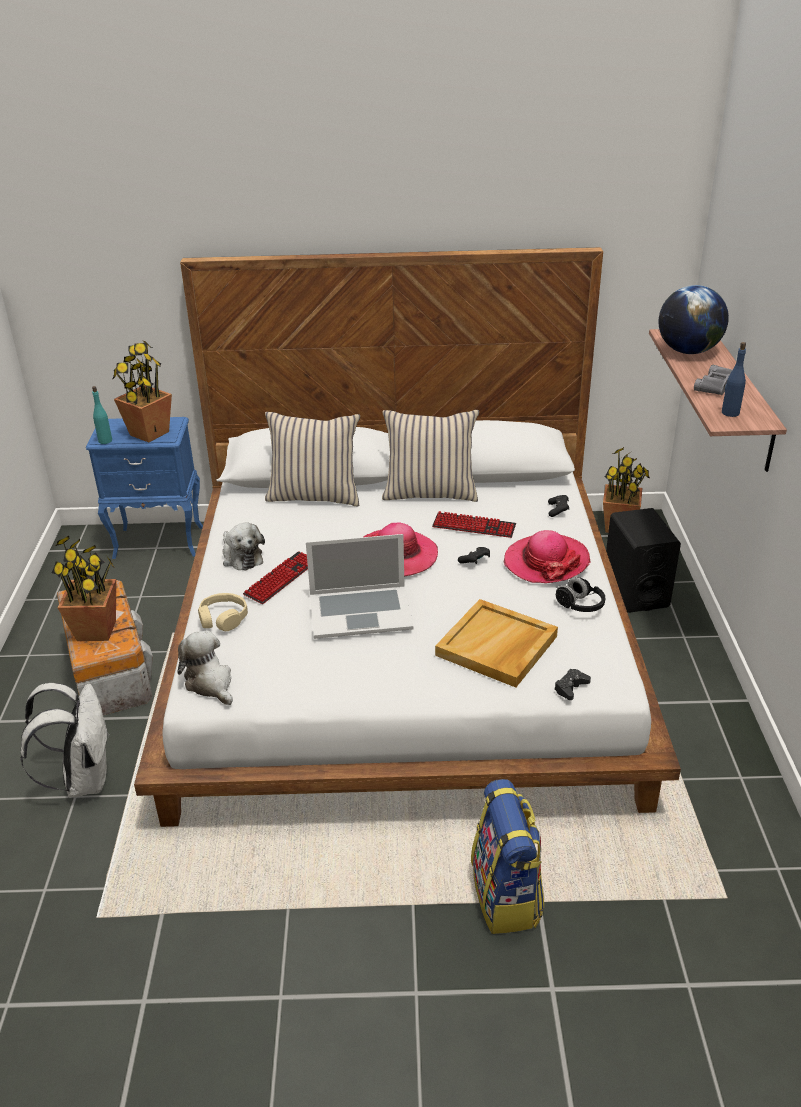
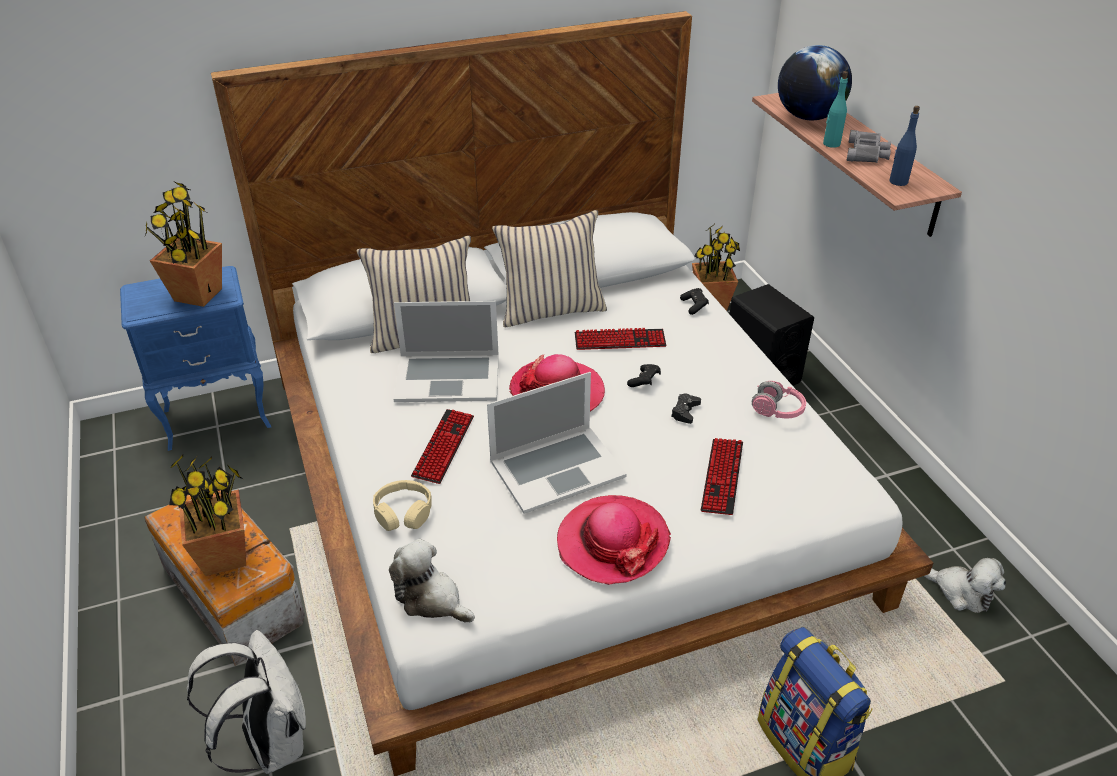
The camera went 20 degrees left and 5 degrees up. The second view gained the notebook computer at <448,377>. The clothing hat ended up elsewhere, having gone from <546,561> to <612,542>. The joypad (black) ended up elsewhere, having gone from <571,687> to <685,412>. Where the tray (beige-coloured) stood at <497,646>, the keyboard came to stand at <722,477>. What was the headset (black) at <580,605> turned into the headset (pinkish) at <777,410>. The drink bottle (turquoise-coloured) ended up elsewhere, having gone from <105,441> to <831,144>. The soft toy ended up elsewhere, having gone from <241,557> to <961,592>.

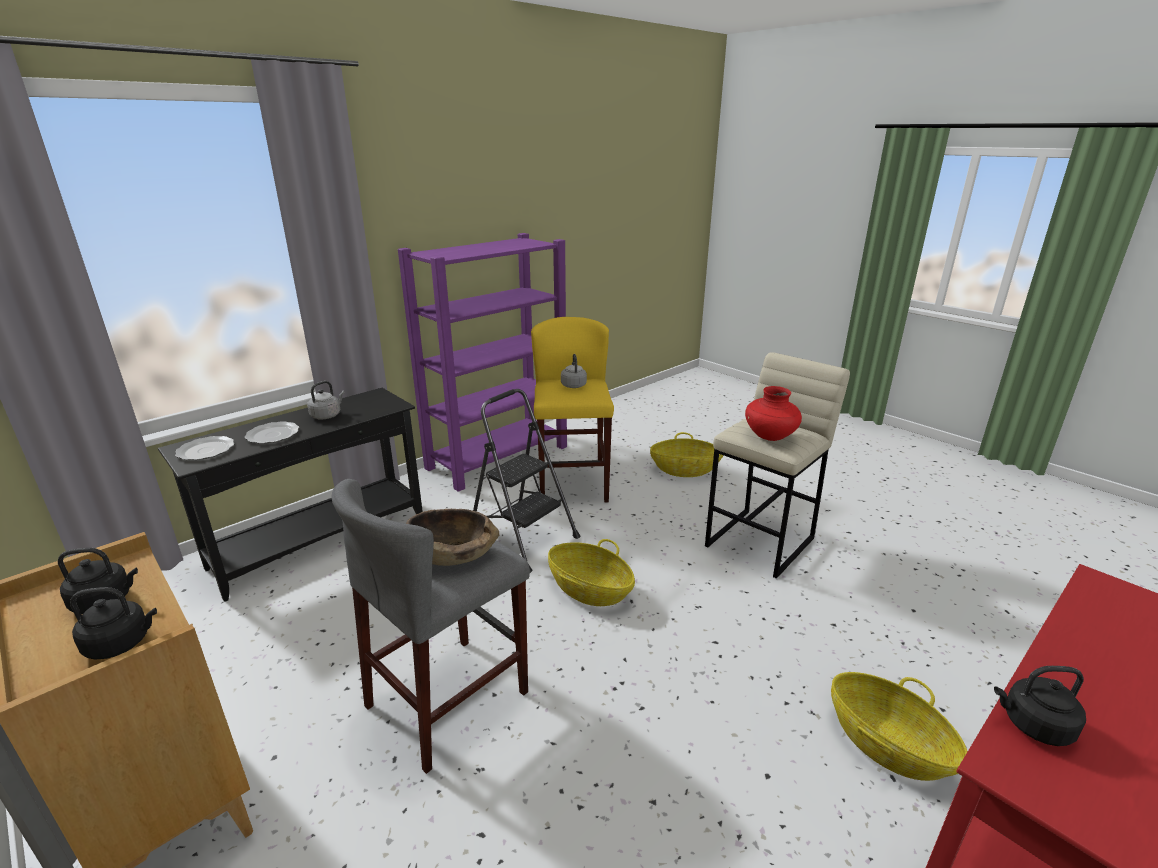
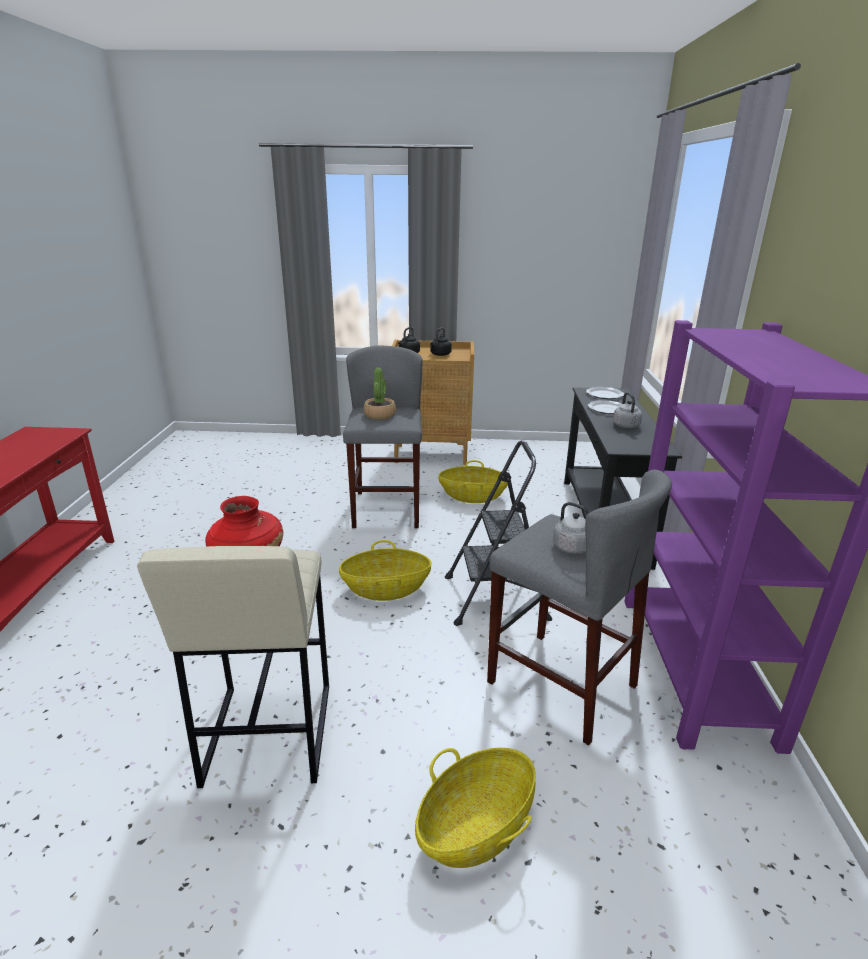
The camera went 135 degrees right and 0 degrees up. Where the deep dish (brown) stood at <451,554>, the plant in a pot came to stand at <380,415>. The storage basket ended up elsewhere, having gone from <887,745> to <472,496>. What was the stool (yellow-coloured) at <572,483> turned into the stool (grey) at <561,683>. The second view lost the kettle (black) at <1033,725>.

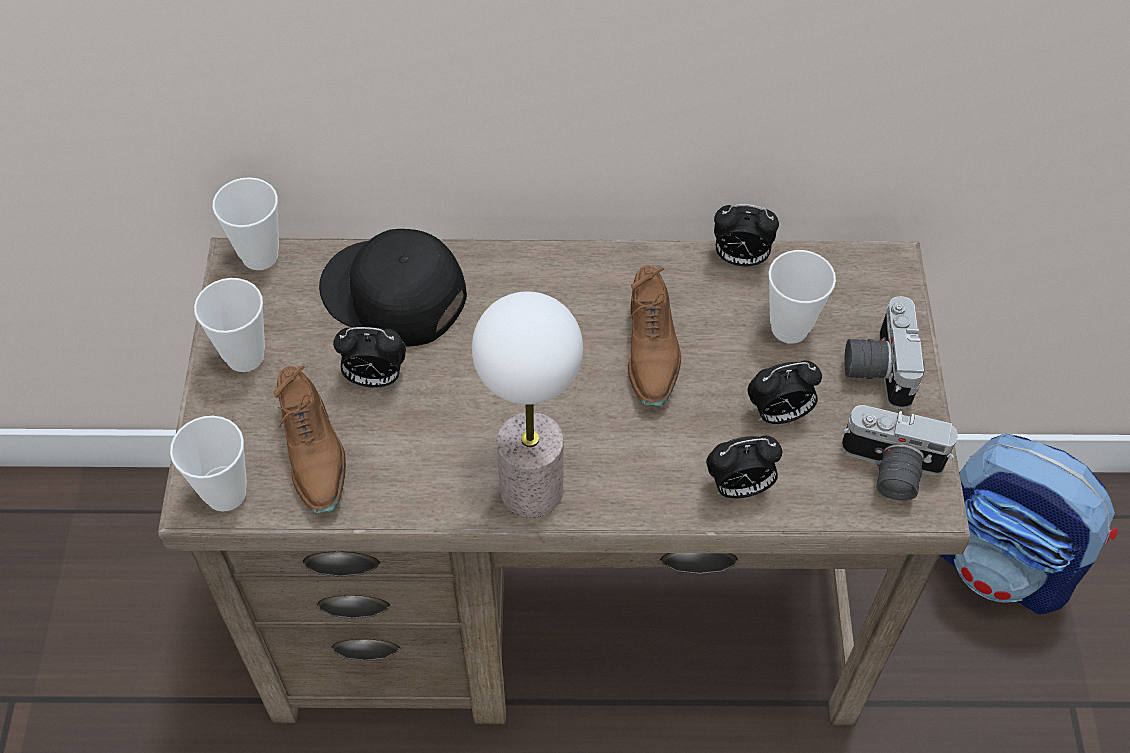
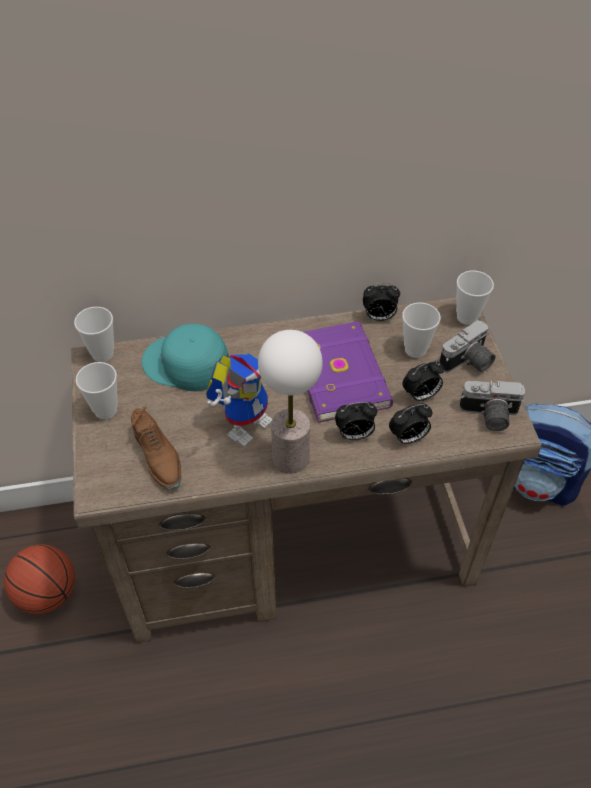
The camera went 10 degrees left and 5 degrees down. The second view gained the basketball at <47,593>. What was the baseball cap (black) at <393,295> turned into the baseball cap (turquoise-coloured) at <186,364>. The second view gained the toy robot at <247,422>. Where the item of footwear (brown) stood at <652,352>, the bound book (purple) came to stand at <341,373>. The alarm clock ended up elsewhere, having gone from <374,378> to <354,435>. The still camera at <876,366> ended up facing another way, 120 degrees counterclockwise from before. The small cup ended up elsewhere, having gone from <225,493> to <467,317>.

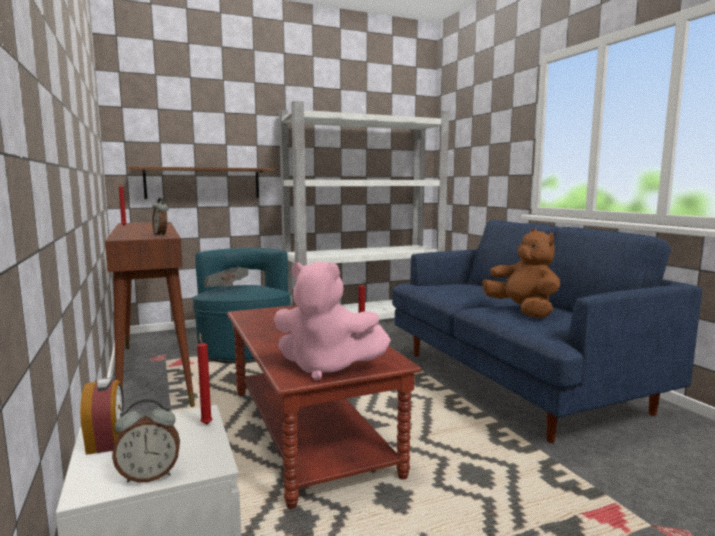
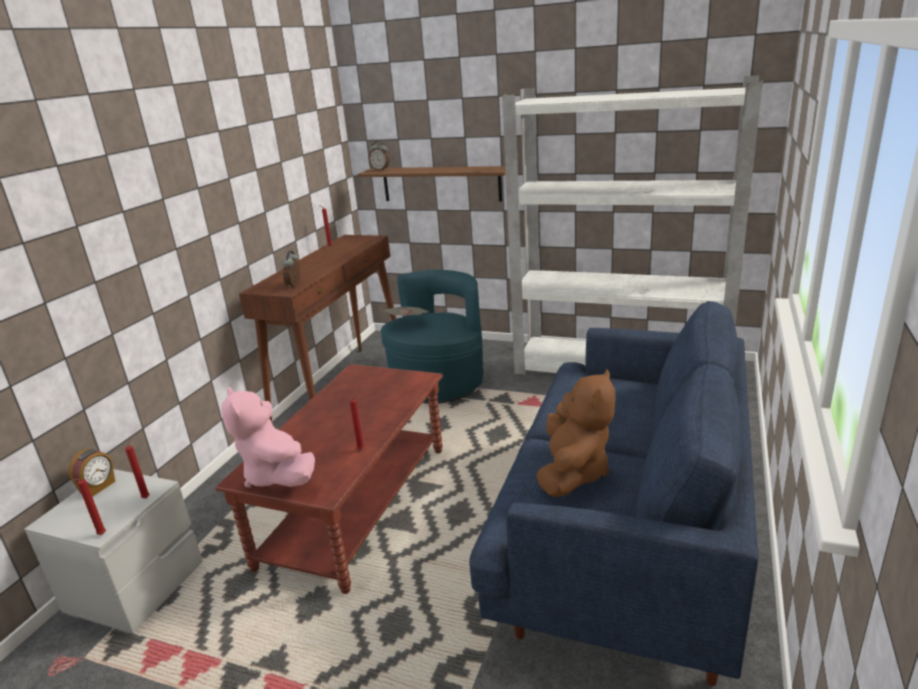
The camera went 45 degrees right and 15 degrees up. The second view gained the wax candle (red) at <101,535>. The alarm clock ended up elsewhere, having gone from <149,476> to <380,170>.

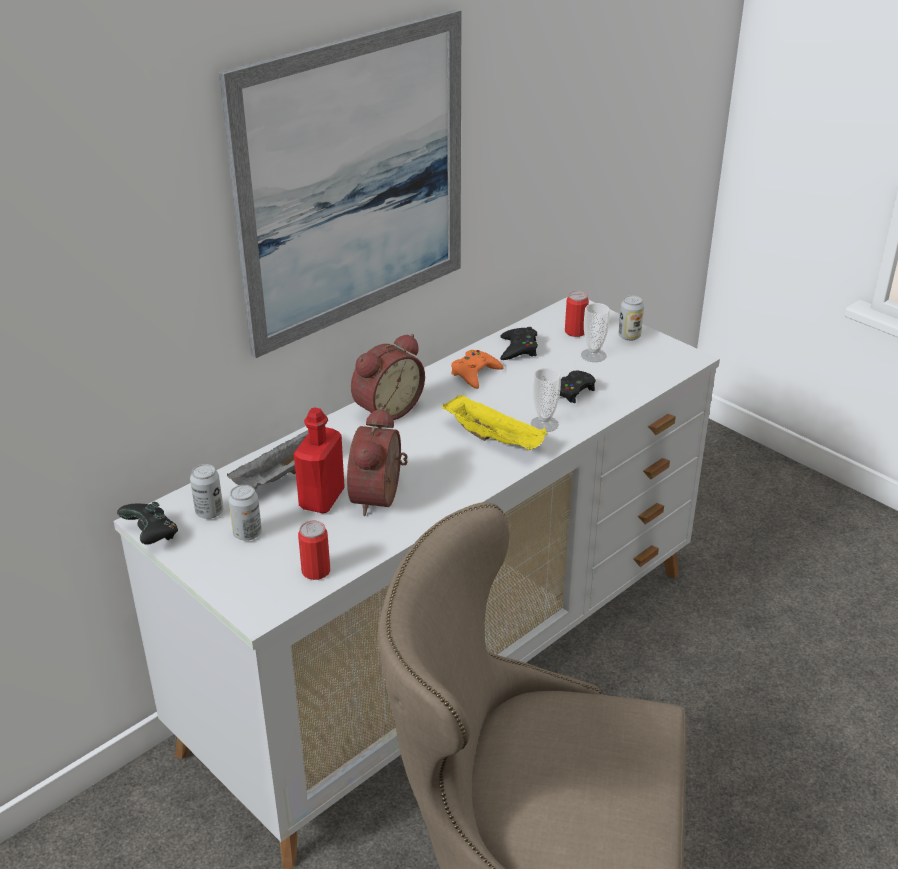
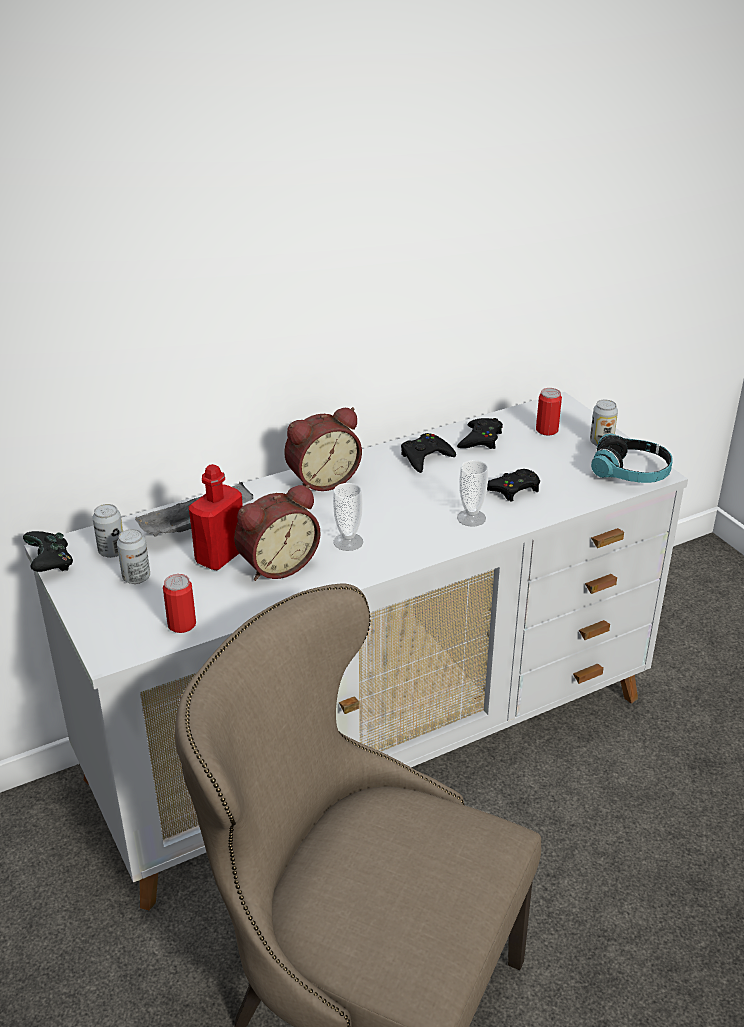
The camera went 15 degrees right and 0 degrees up. The alarm clock at <381,498> ended up facing another way, 150 degrees counterclockwise from before. The small cup ended up elsewhere, having gone from <593,355> to <348,542>. What was the joypad (orange) at <475,373> turned into the joypad (black) at <425,457>. The second view gained the headset at <630,473>. The second view lost the picture at <353,182>. The second view lost the tray (yellow-coloured) at <495,439>.

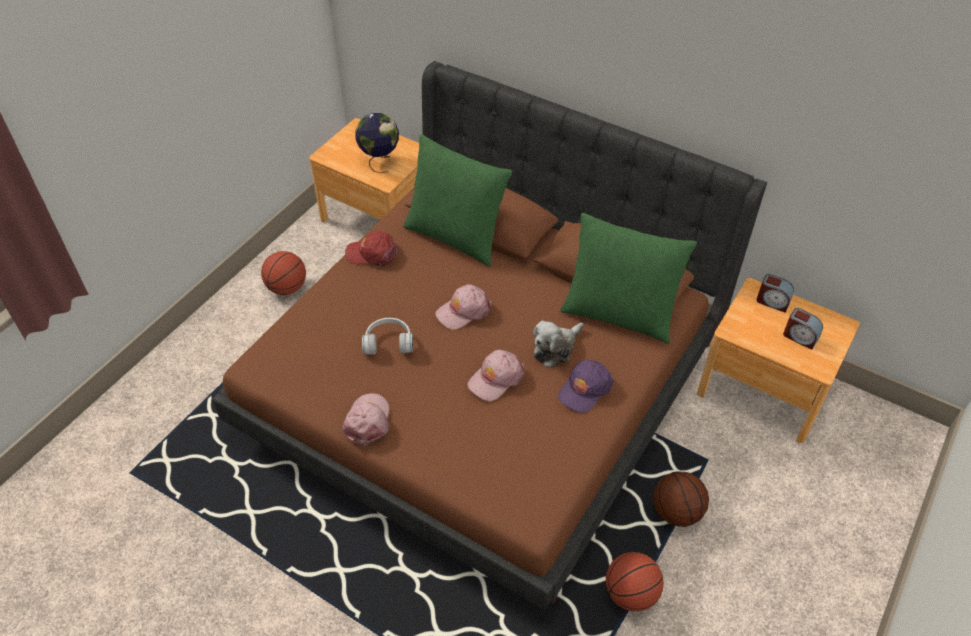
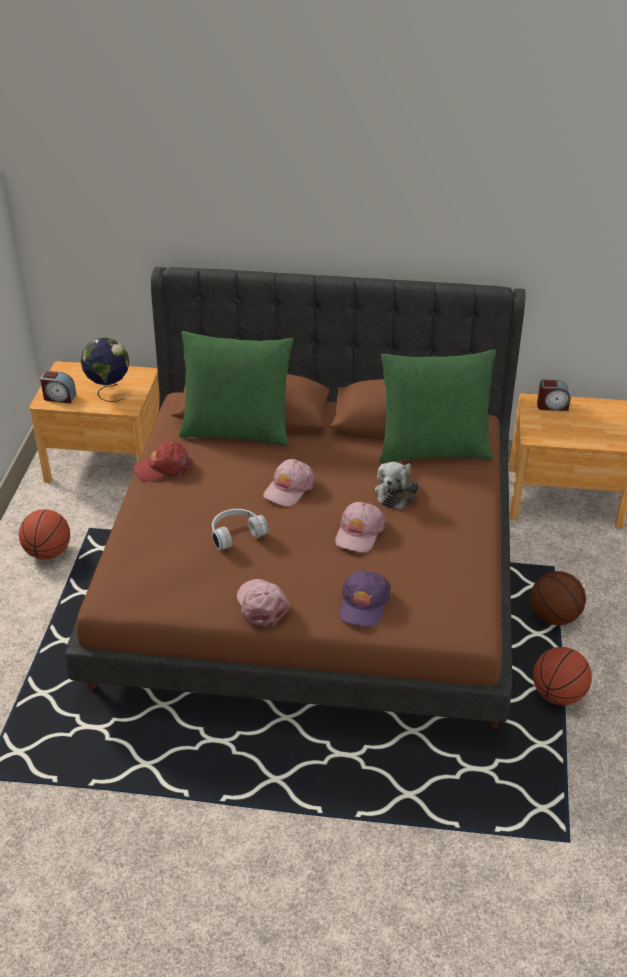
The camera went 25 degrees left and 10 degrees down. The alarm clock ended up elsewhere, having gone from <800,337> to <59,397>. The baseball cap (purple) ended up elsewhere, having gone from <584,389> to <363,604>.

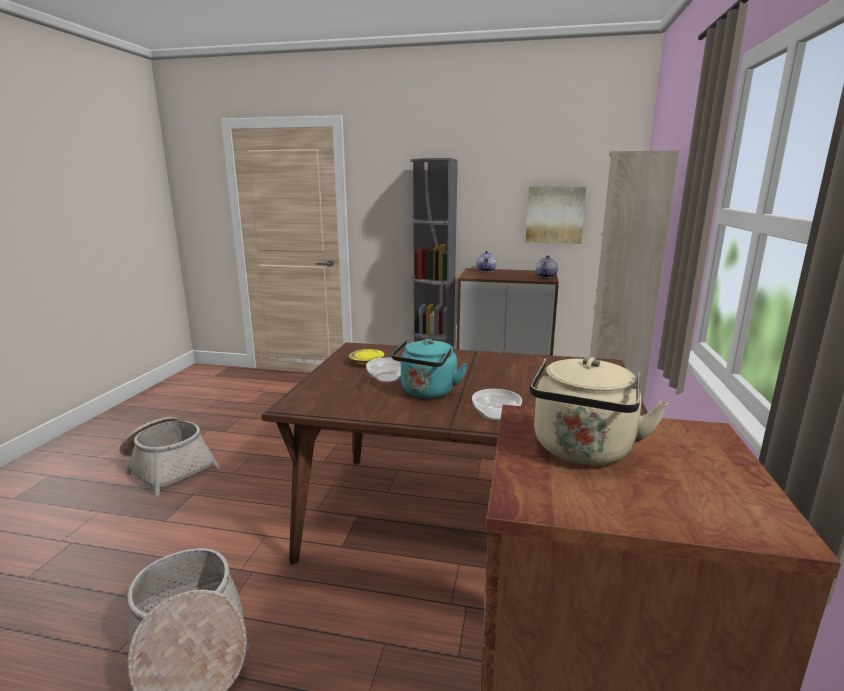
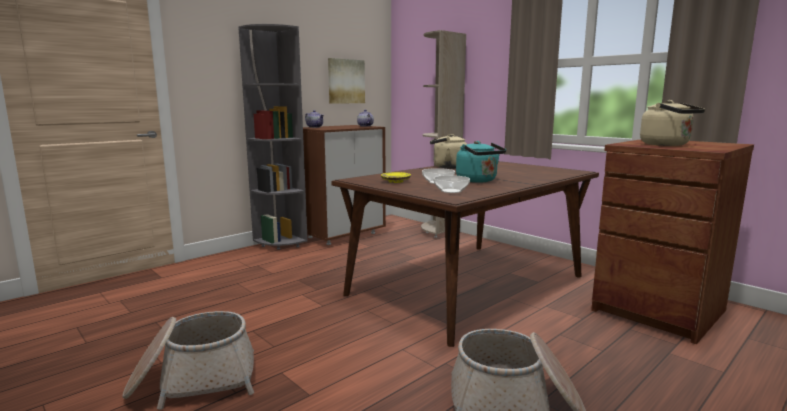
The camera went 55 degrees left and 5 degrees down. The second view gained the kettle (beige-coloured) at <447,167>. The deep dish ended up elsewhere, having gone from <495,414> to <450,191>.

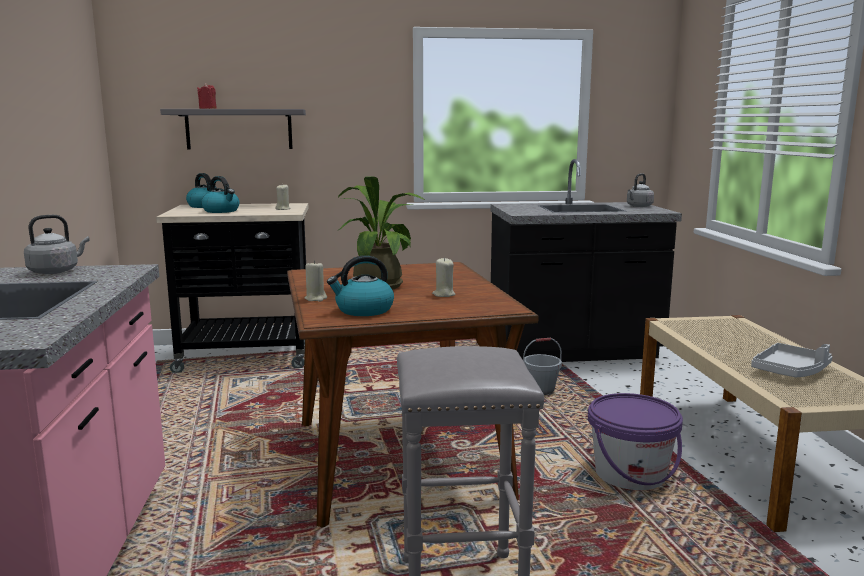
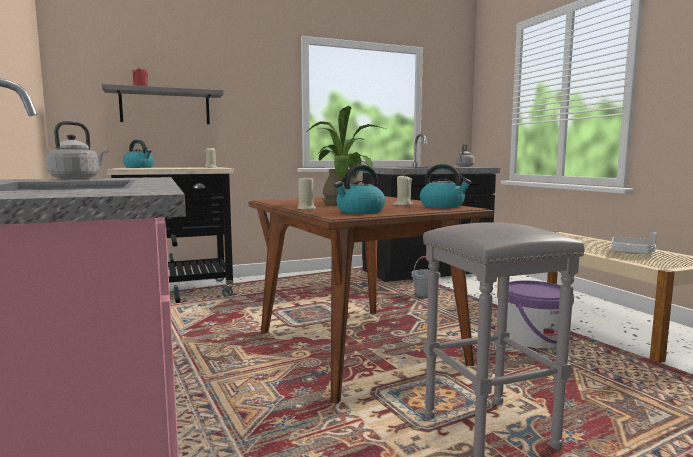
The camera went 15 degrees left and 5 degrees down. The kettle ended up elsewhere, having gone from <221,211> to <442,206>.

